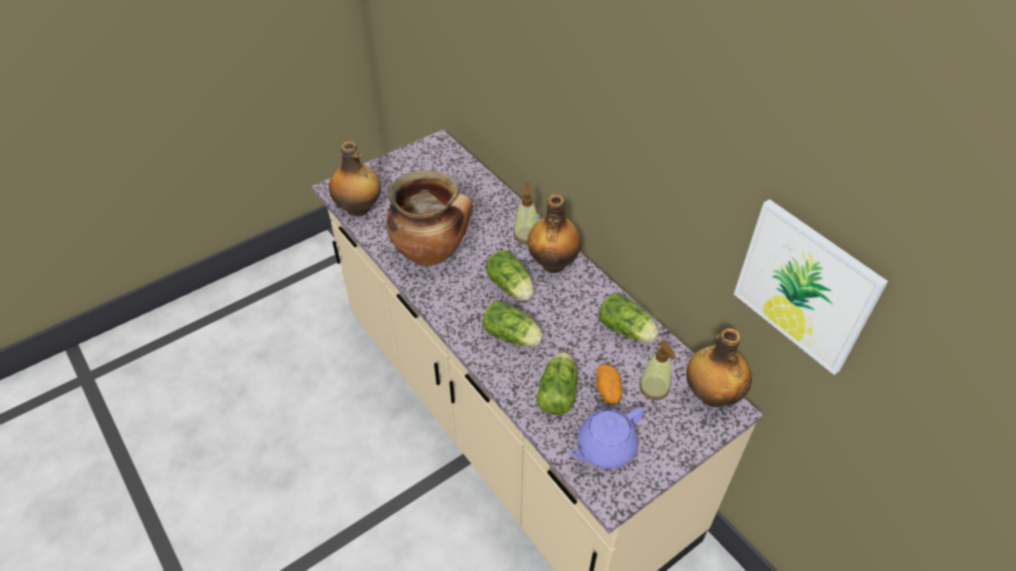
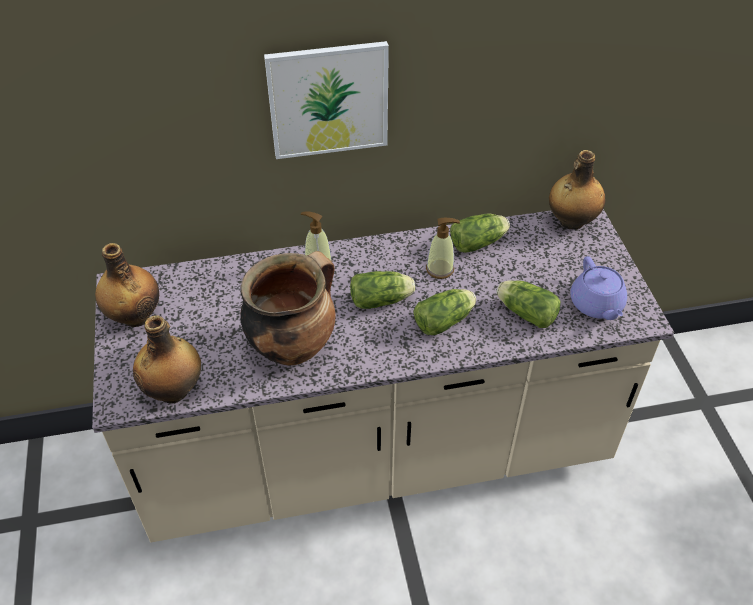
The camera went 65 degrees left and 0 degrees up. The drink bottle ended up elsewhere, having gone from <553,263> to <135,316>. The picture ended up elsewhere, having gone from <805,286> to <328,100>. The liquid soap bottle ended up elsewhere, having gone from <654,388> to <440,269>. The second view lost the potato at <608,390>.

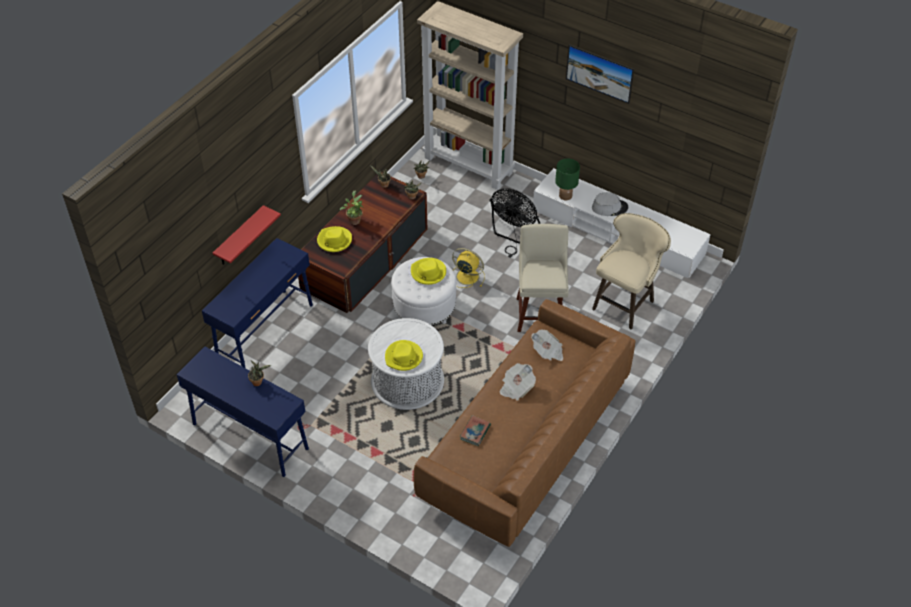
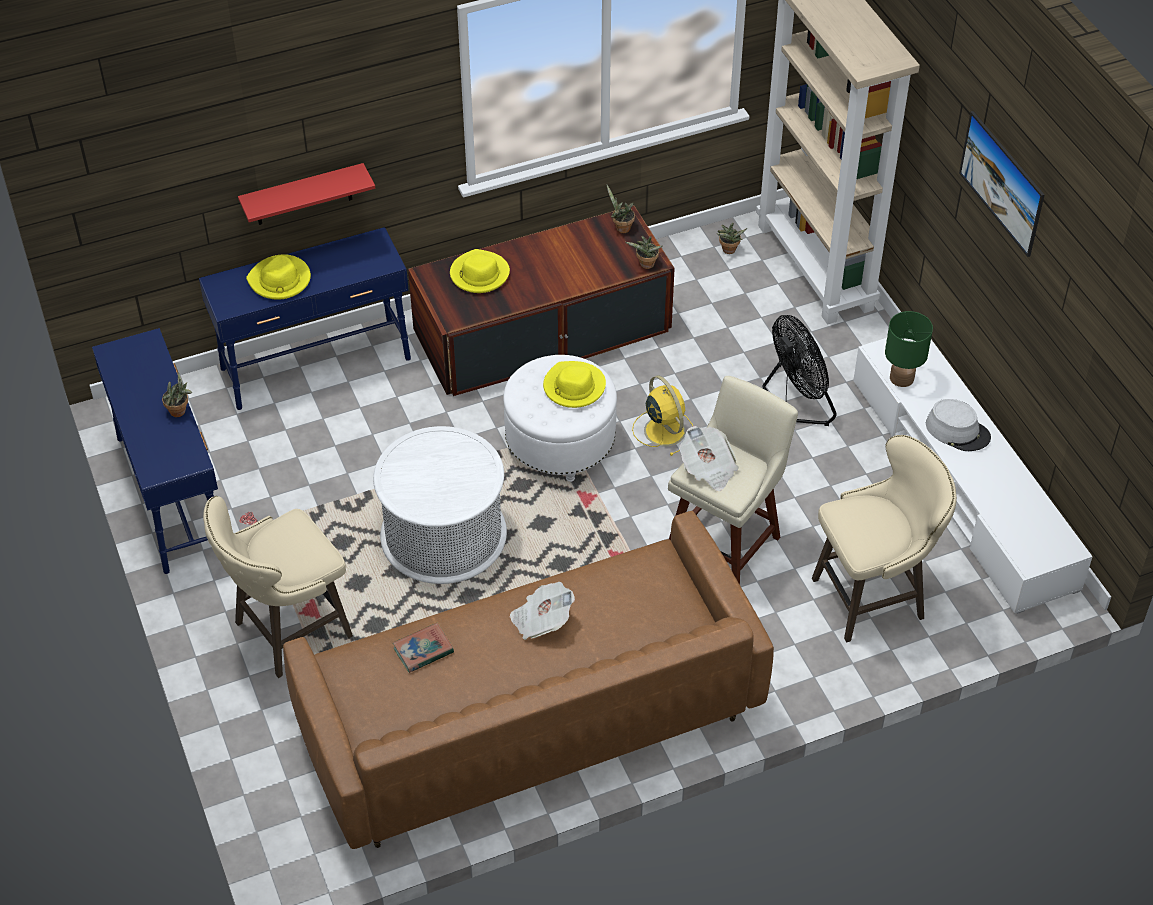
The camera went 35 degrees right and 0 degrees up. The second view gained the stool (beige-coloured) at <288,632>. The clothing hat (yellow-coloured) ended up elsewhere, having gone from <404,357> to <280,280>. The newspaper ended up elsewhere, having gone from <547,352> to <708,469>. The second view lost the plant in a pot at <354,220>.

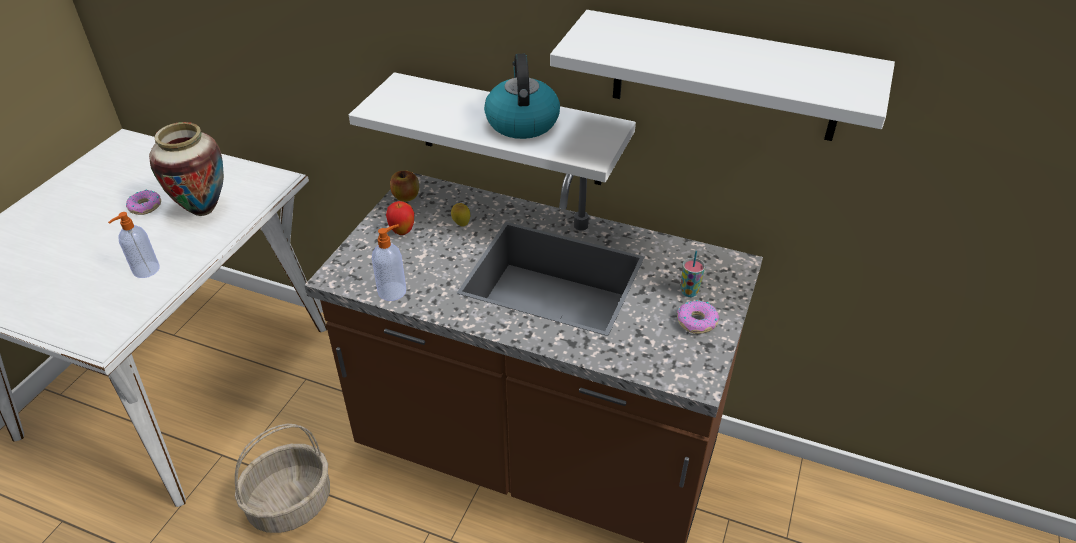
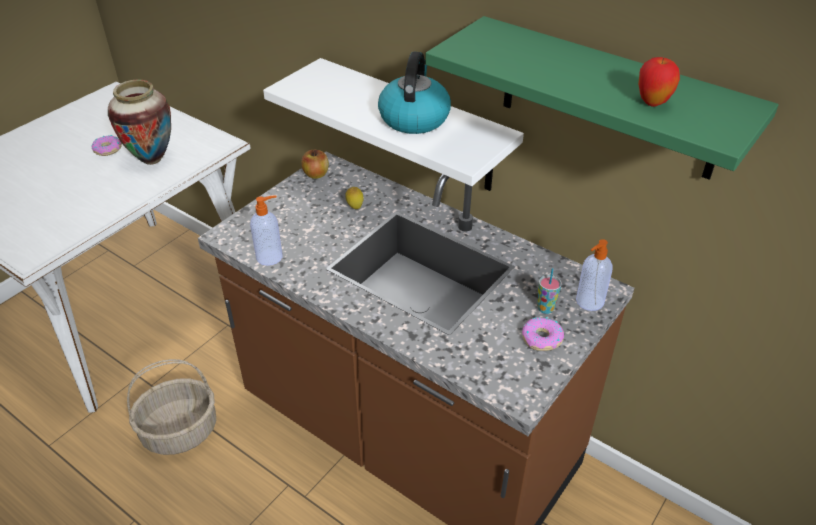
The camera went 15 degrees right and 0 degrees up. What was the wall shelf (white-coloured) at <725,77> turned into the wall shelf (greenish) at <608,99>. The liquid soap bottle ended up elsewhere, having gone from <145,270> to <589,302>. The apple fruit ended up elsewhere, having gone from <402,231> to <652,102>.

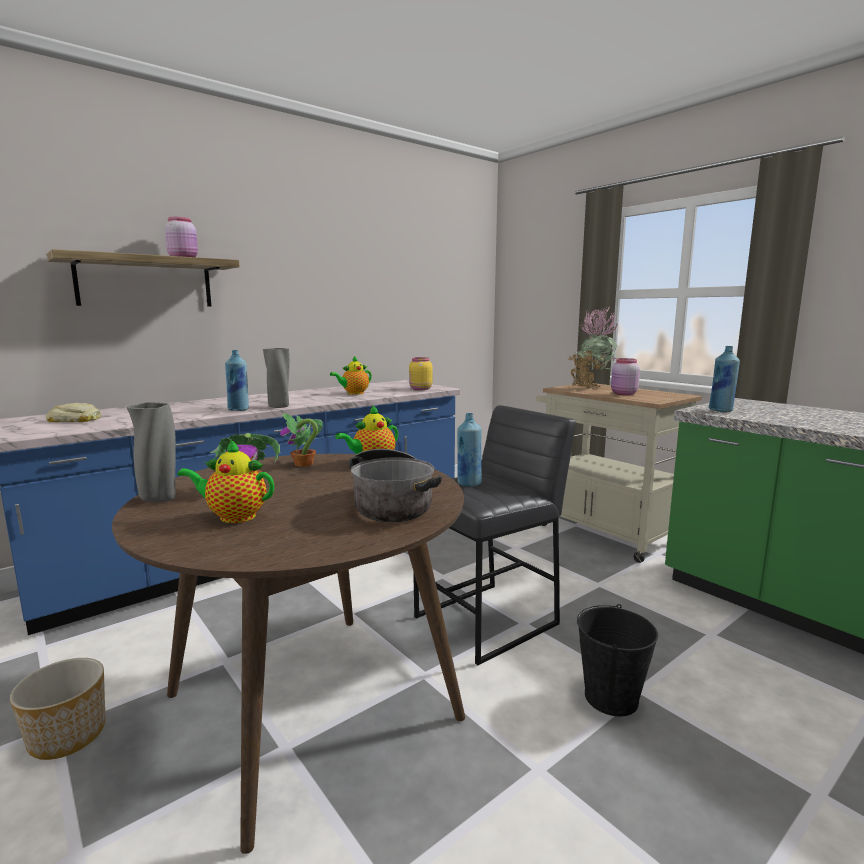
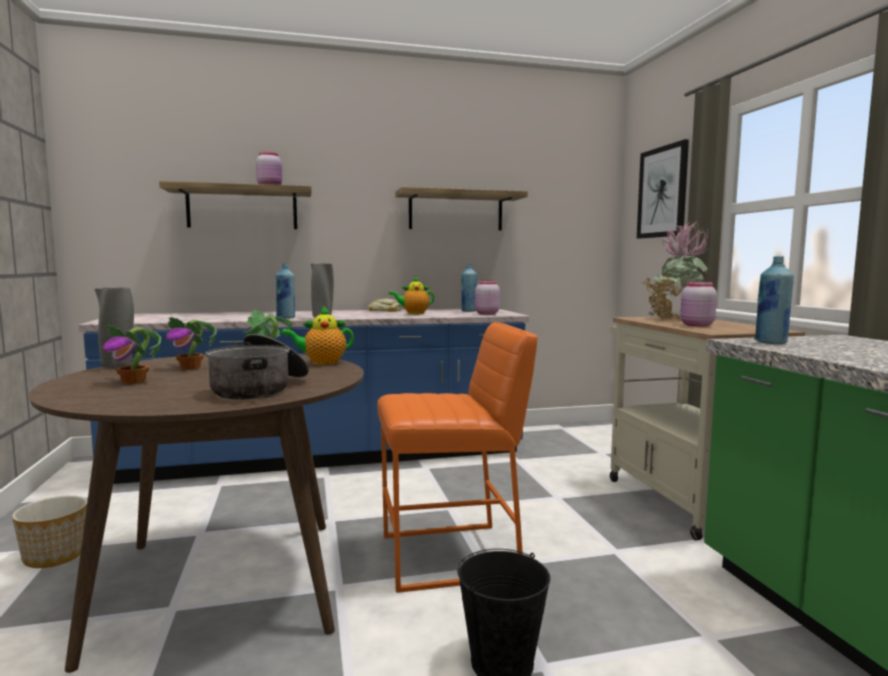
The camera went 25 degrees right and 5 degrees down. Where the pot for tea stood at <233,516>, the plant in a pot came to stand at <134,382>. The baked bread ended up elsewhere, having gone from <74,420> to <385,310>. What was the stool (grey) at <488,620> turned into the stool (orange) at <451,556>. The second view gained the wall shelf at <456,211>. The drink bottle (bluish) ended up elsewhere, having gone from <469,483> to <469,311>. What was the preserve jar (yellow-coloured) at <420,389> turned into the preserve jar (pinkish) at <486,313>. The second view gained the picture at <662,192>.

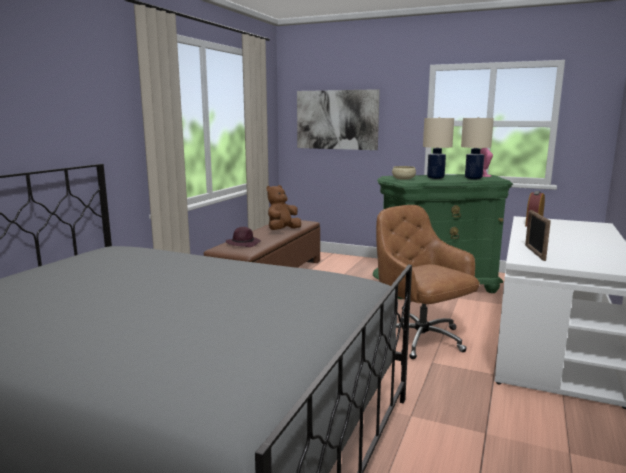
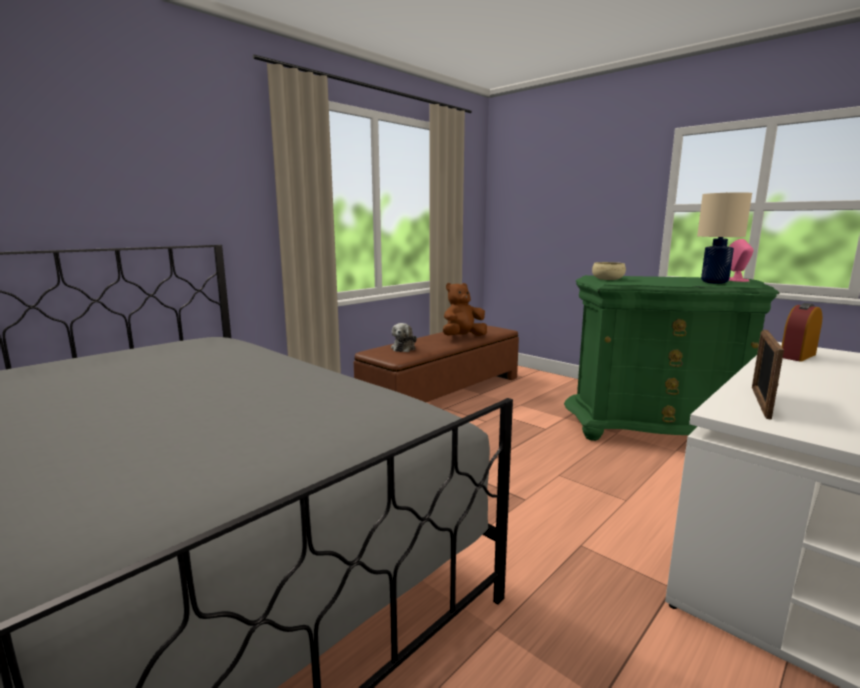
The camera went 20 degrees right and 0 degrees up. Where the clothing hat (purple) stood at <243,243>, the soft toy came to stand at <404,348>. The second view lost the picture at <337,120>. The second view lost the computer chair (brown) at <422,339>. The second view lost the table lamp (beige-coloured) at <435,178>.

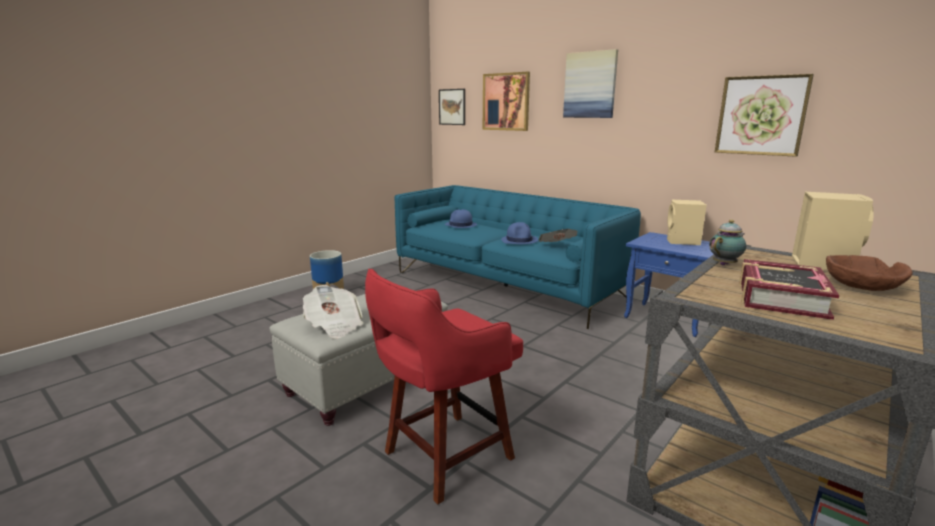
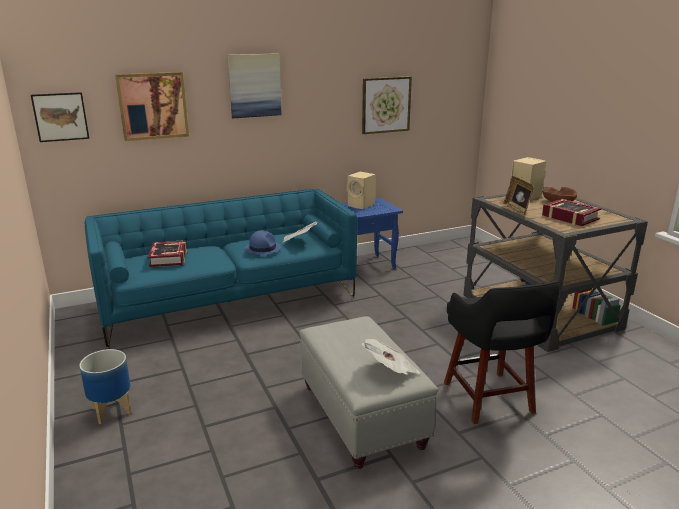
The camera went 65 degrees left and 5 degrees up. Where the clothing hat (bluish) stood at <460,225>, the bound book came to stand at <168,258>. What was the stool (red) at <443,457> turned into the stool (black) at <489,400>. Where the pot for tea stood at <725,264>, the standing frame came to stand at <516,210>.

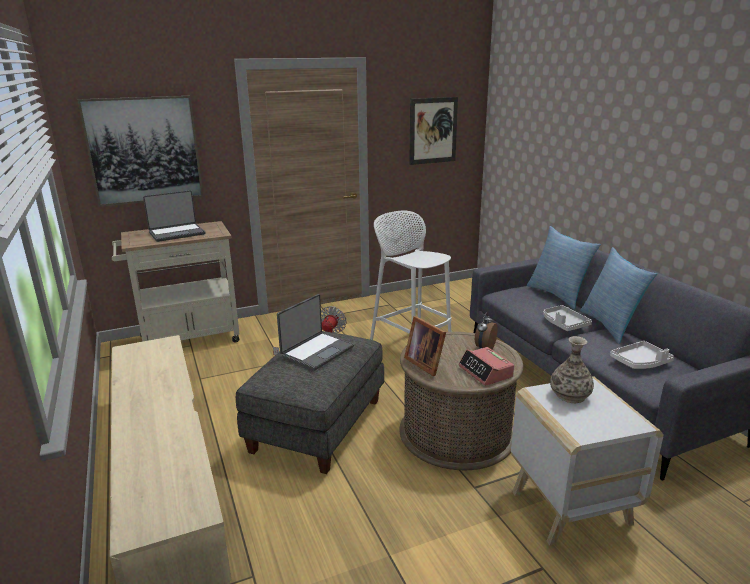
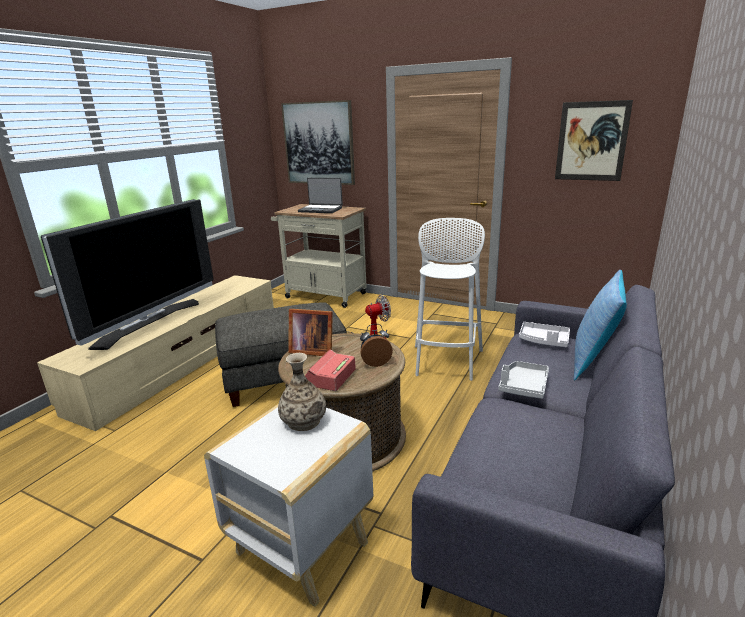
The camera went 50 degrees right and 0 degrees up. The second view gained the TV at <150,322>. The standing frame at <425,363> ended up facing another way, 90 degrees counterclockwise from before. The tray (white-coloured) ended up elsewhere, having gone from <640,362> to <544,341>. The second view lost the notebook computer at <316,351>. The second view lost the pillow at <611,325>.

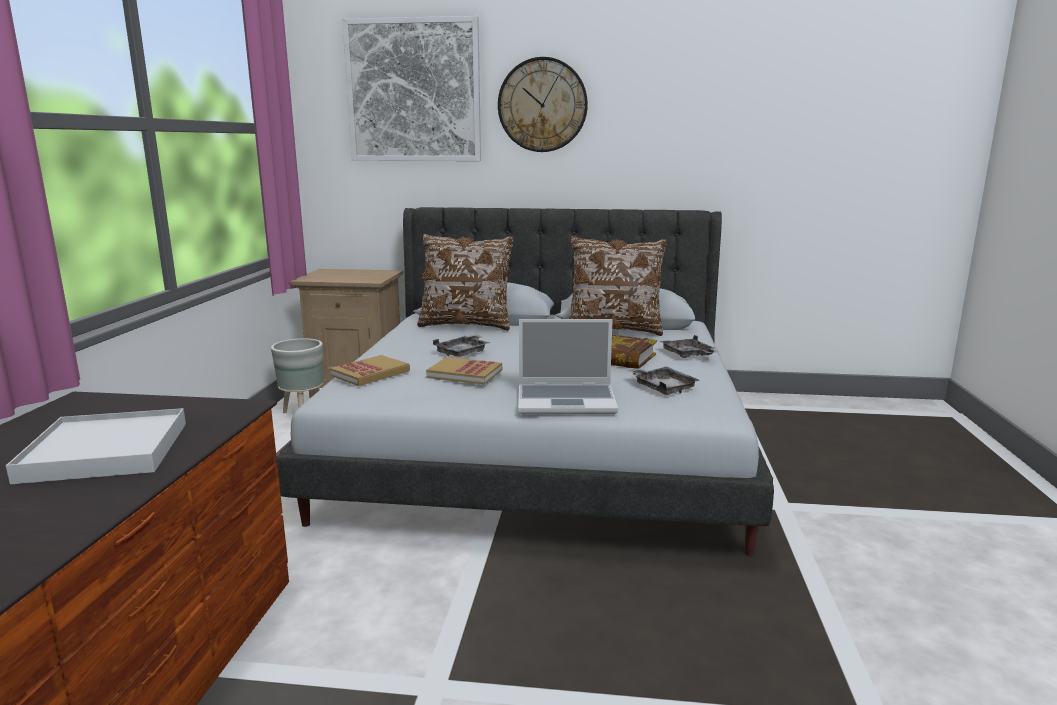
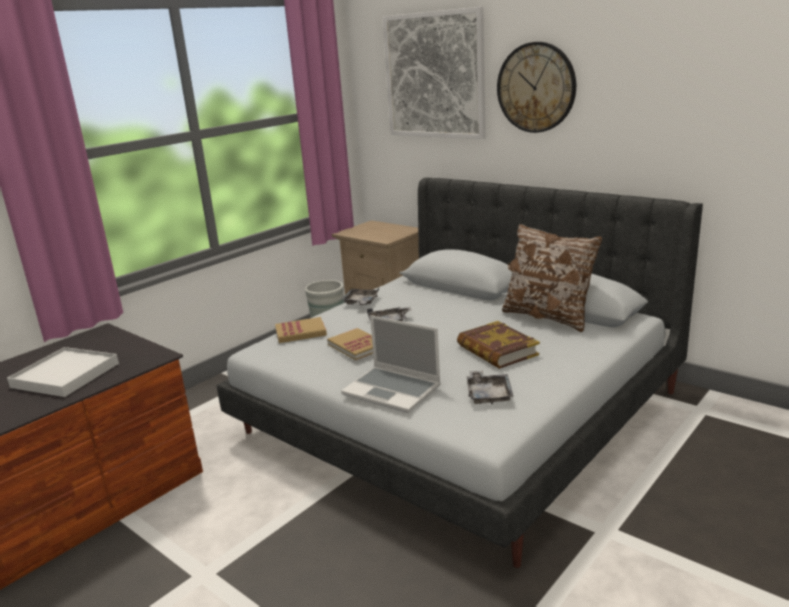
The camera went 35 degrees right and 5 degrees up. The tray (grey) ended up elsewhere, having gone from <688,355> to <361,302>. The second view lost the pillow (brown) at <466,326>.

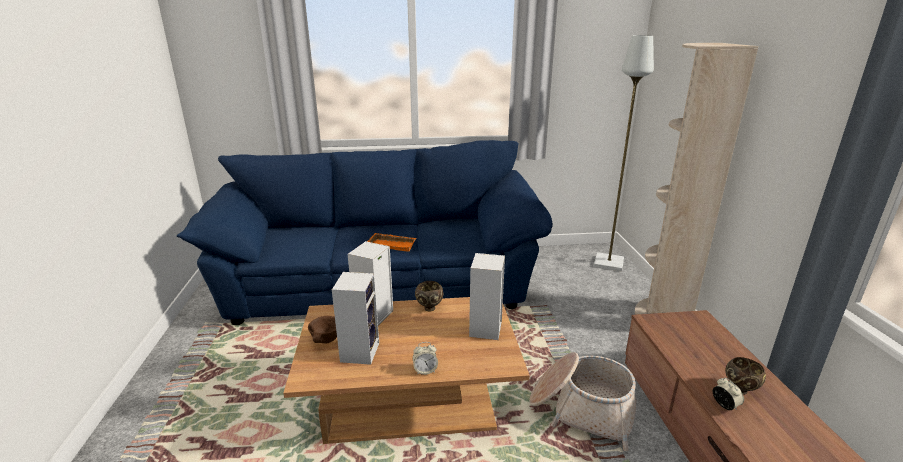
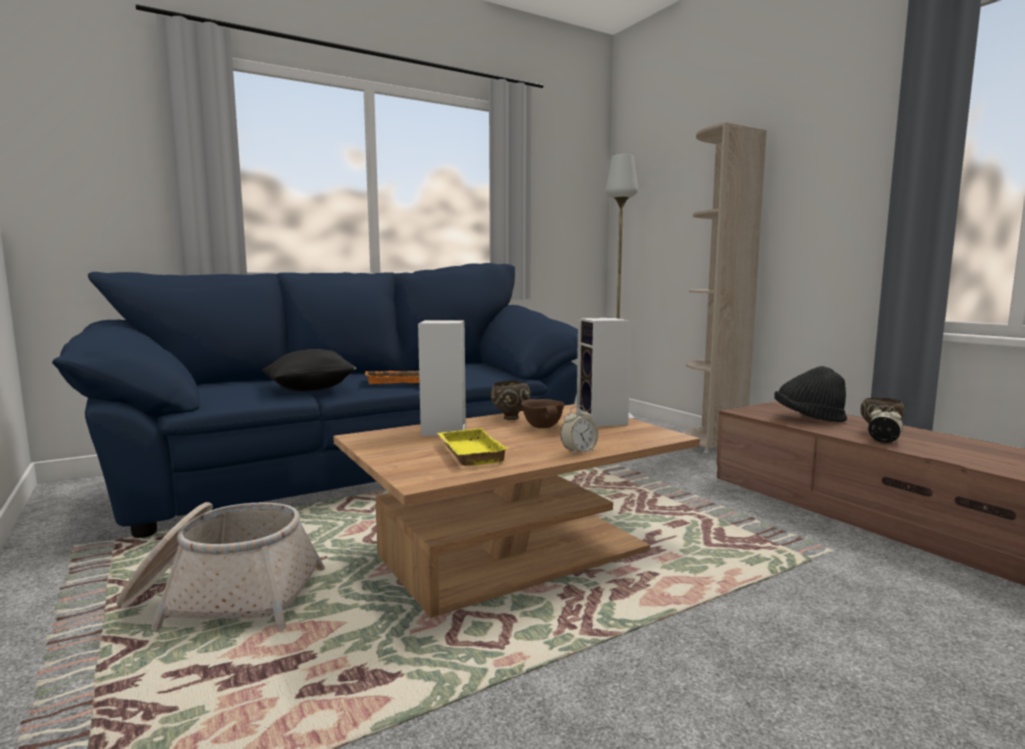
The camera went 25 degrees left and 15 degrees down. The storage basket ended up elsewhere, having gone from <581,409> to <224,597>. The second view gained the pillow (black) at <310,389>. Where the loudspeaker stood at <359,351>, the tray (yellow-coloured) came to stand at <468,452>. The deep dish (brown) ended up elsewhere, having gone from <327,340> to <544,427>. The second view gained the clothing hat (black) at <808,419>.

